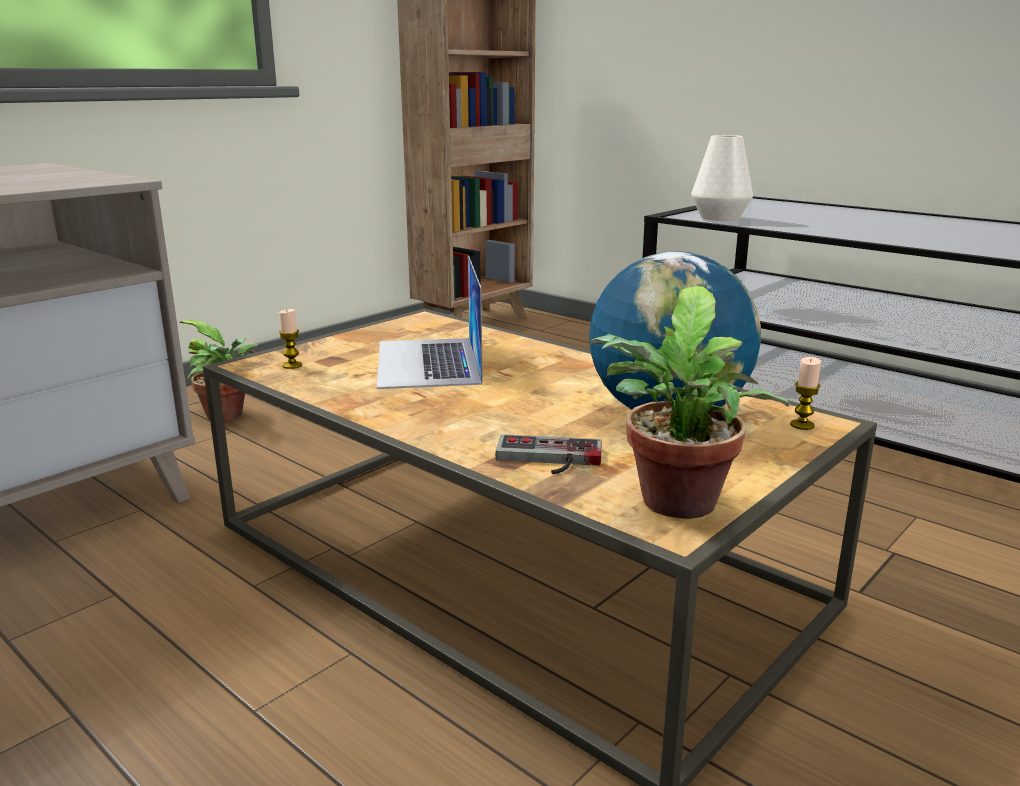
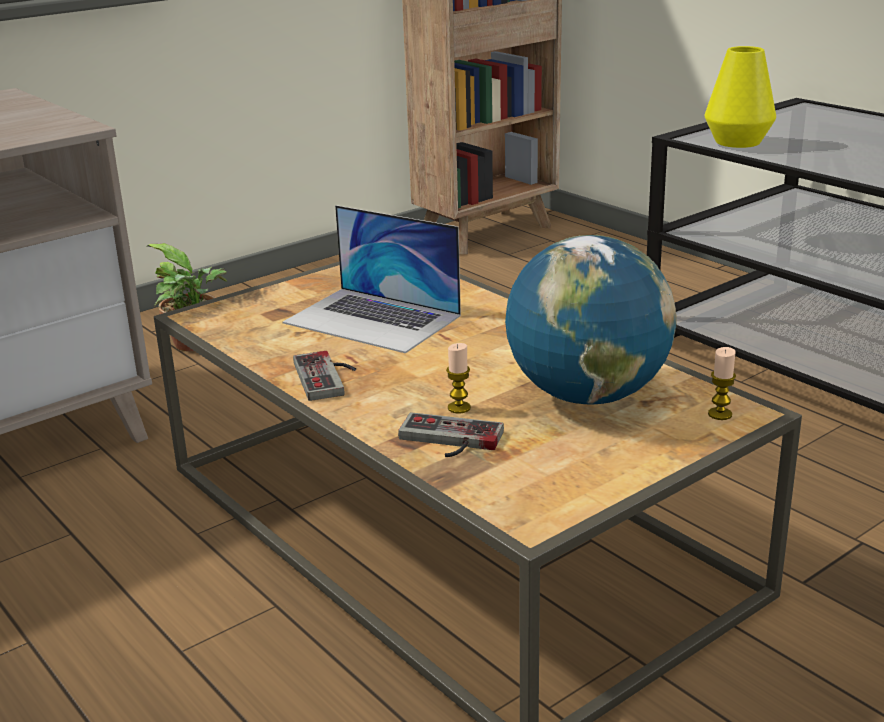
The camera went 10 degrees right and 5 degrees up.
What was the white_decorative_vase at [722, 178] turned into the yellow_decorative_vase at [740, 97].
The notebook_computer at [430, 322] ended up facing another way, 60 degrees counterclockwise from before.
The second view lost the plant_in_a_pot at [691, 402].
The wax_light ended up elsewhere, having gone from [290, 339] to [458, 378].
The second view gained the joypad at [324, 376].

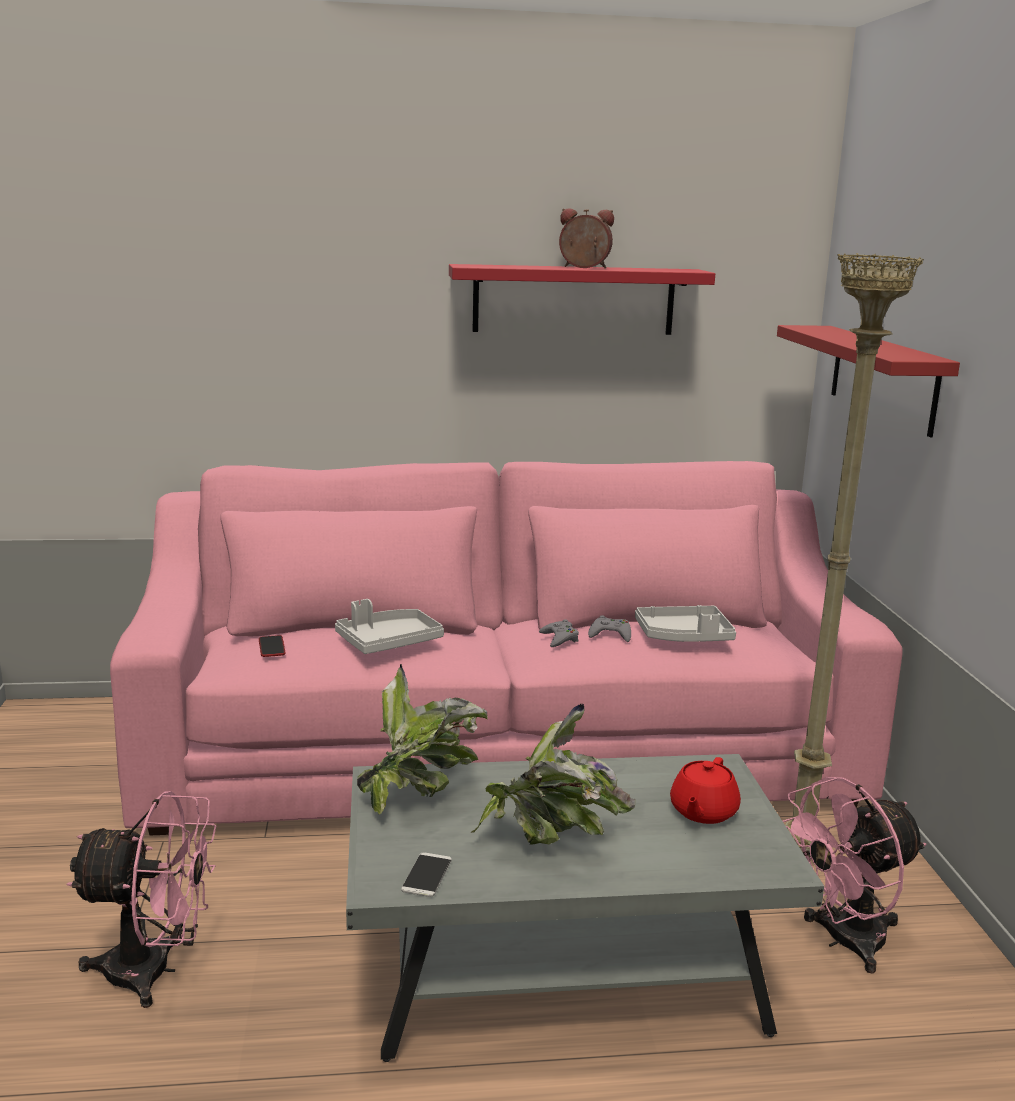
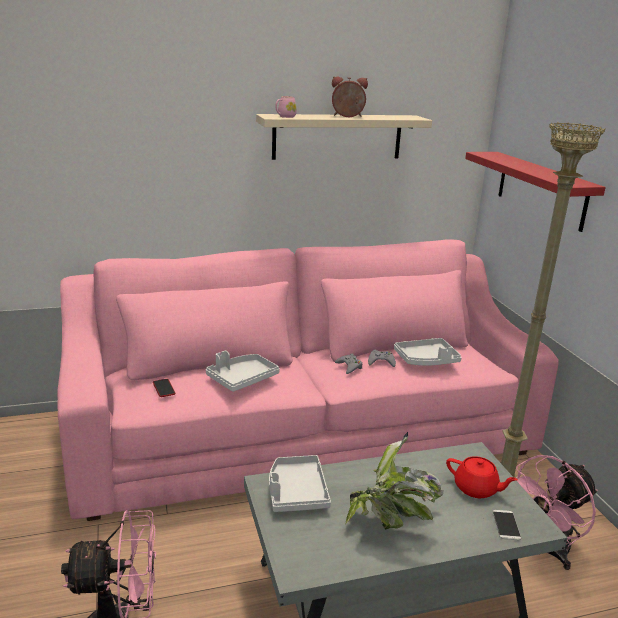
The camera went 10 degrees left and 5 degrees up.
What was the red_shelf at [582, 299] turned into the sand-coloured_shelf at [344, 137].
Where the plant_in_a_pot stood at [422, 739], the grey_serving_tray came to stand at [300, 483].
The red_teapot at [705, 790] ended up facing another way, 75 degrees counterclockwise from before.
The handset ended up elsewhere, having gone from [426, 874] to [507, 525].
The second view gained the pink-coloured_mug at [286, 107].

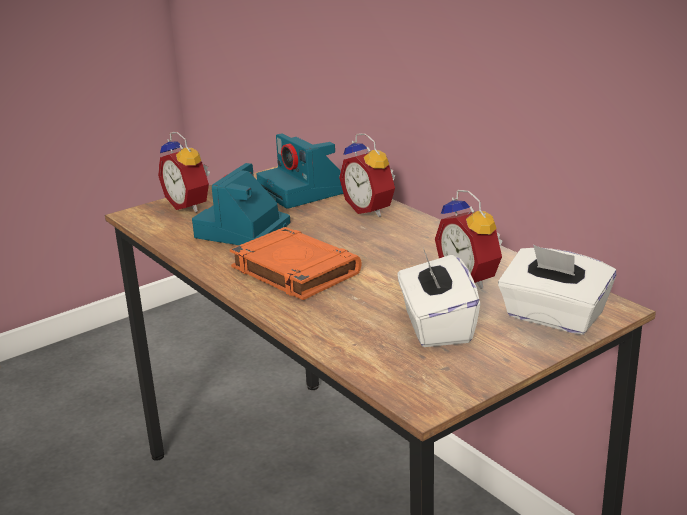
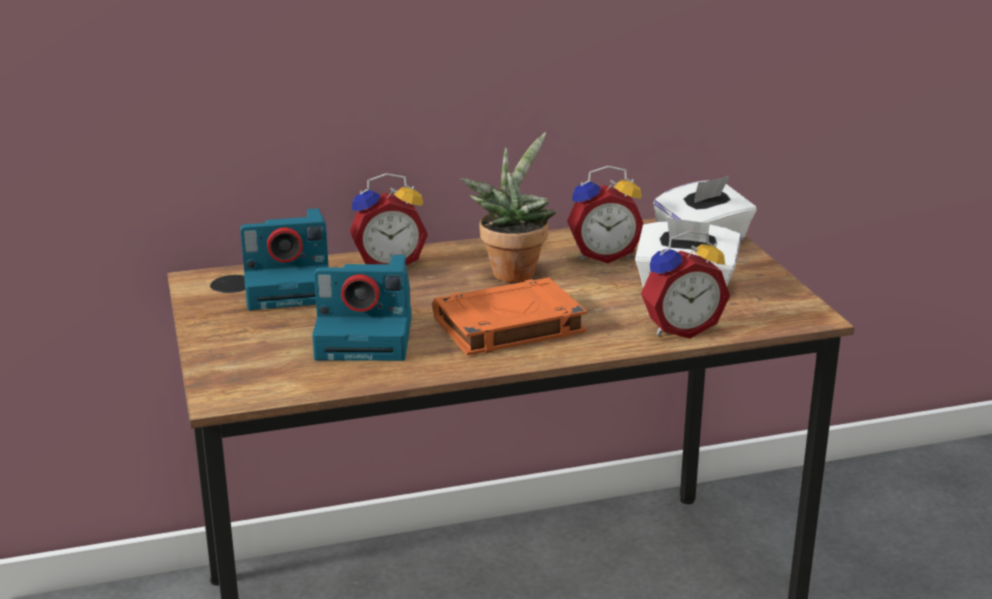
The camera went 70 degrees left and 0 degrees up.
The bedside_clock ended up elsewhere, having gone from [184, 171] to [685, 284].
The photo_camera at [241, 204] ended up facing another way, 45 degrees counterclockwise from before.
The second view gained the plant_in_a_pot at [508, 207].

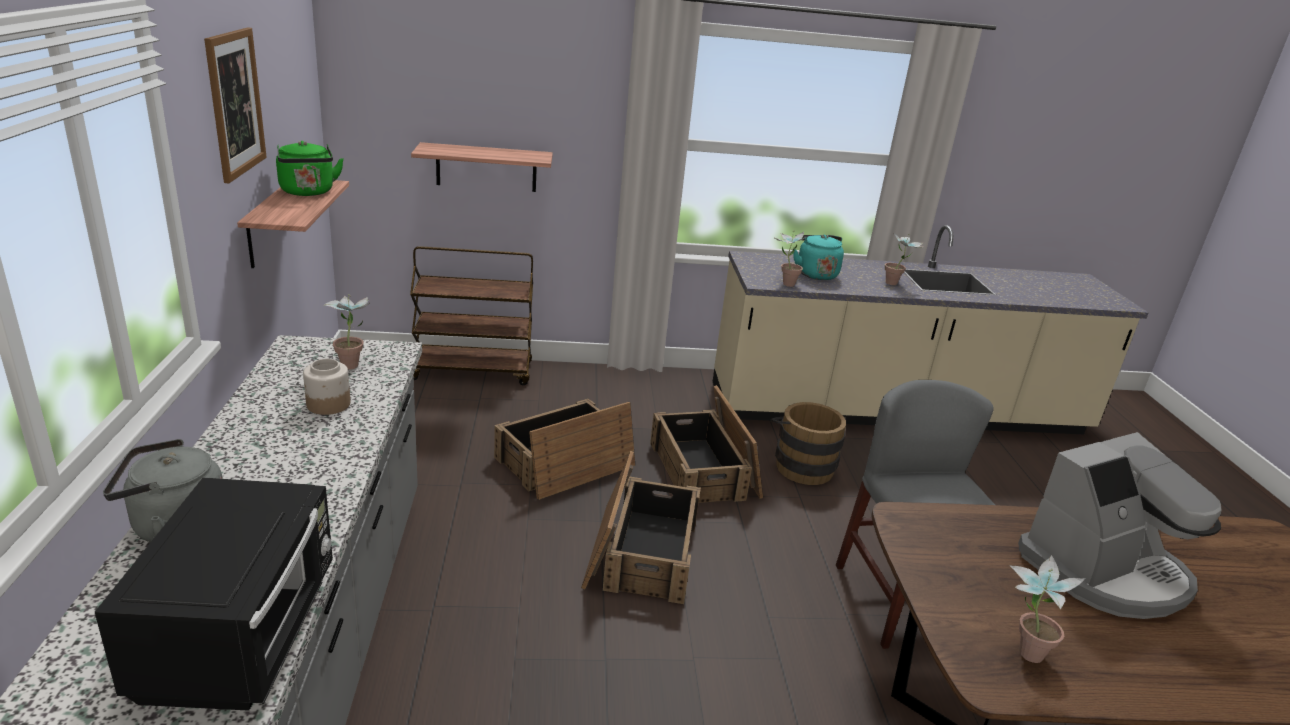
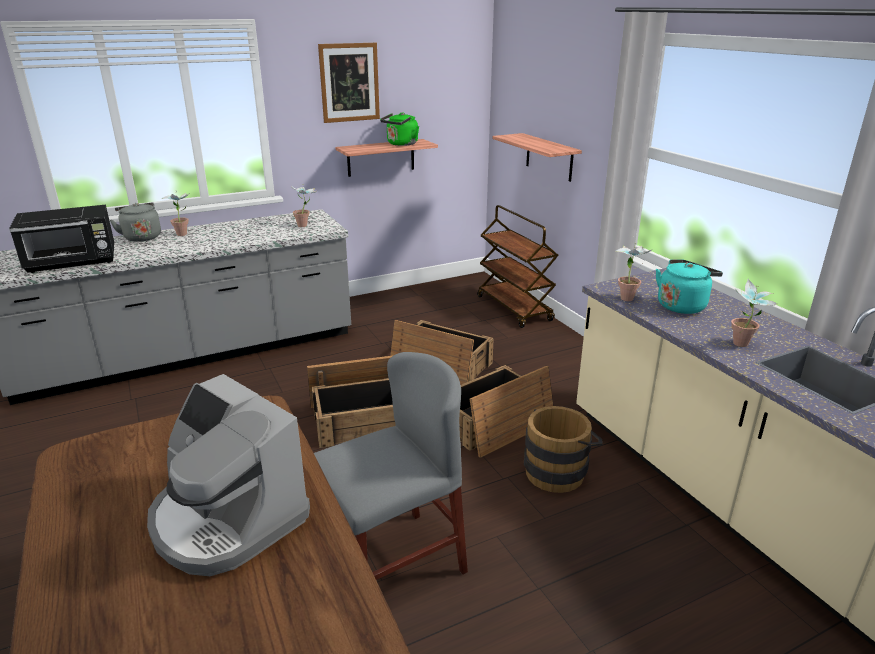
The camera went 70 degrees right and 0 degrees up.
The second view lost the jar at [326, 387].
The plant_in_a_pot ended up elsewhere, having gone from [1047, 609] to [175, 213].

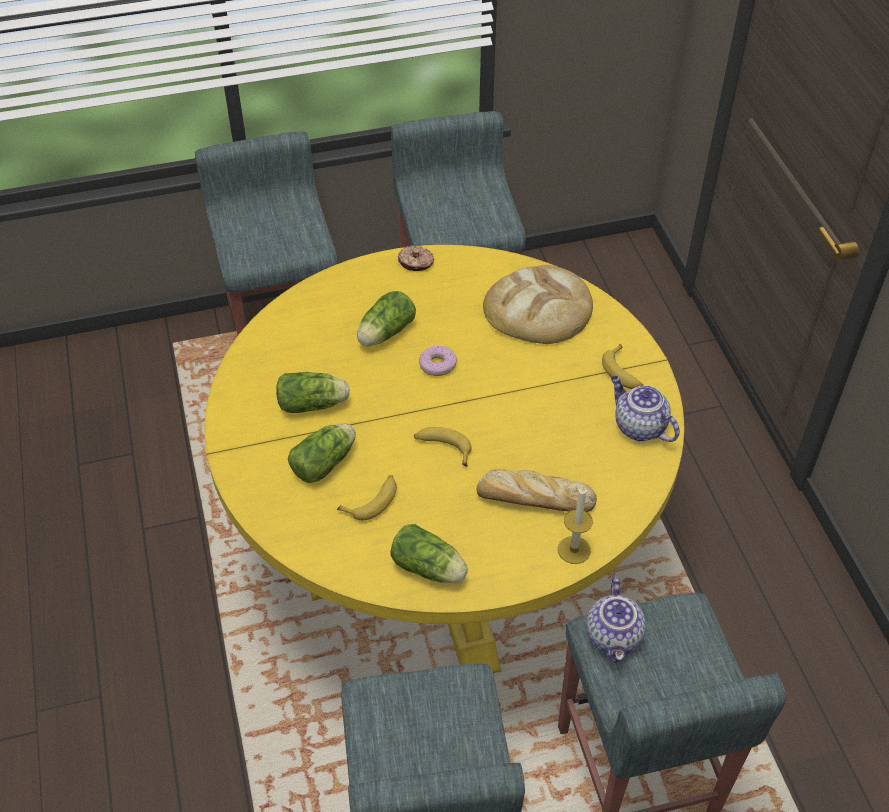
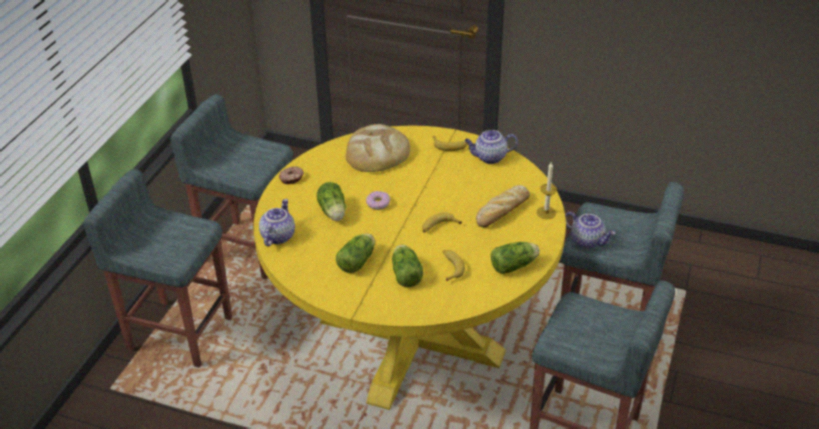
The camera went 55 degrees left and 10 degrees down.
The second view gained the teapot at [277, 222].

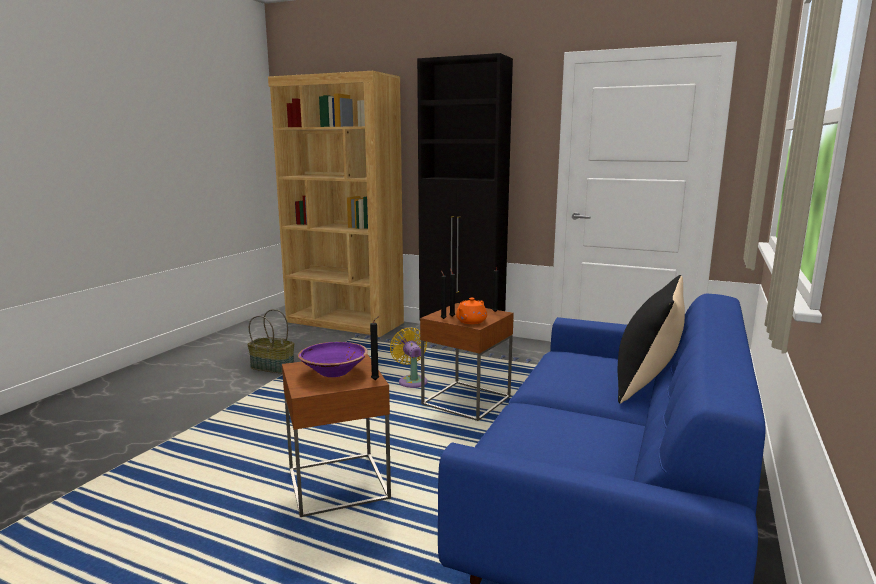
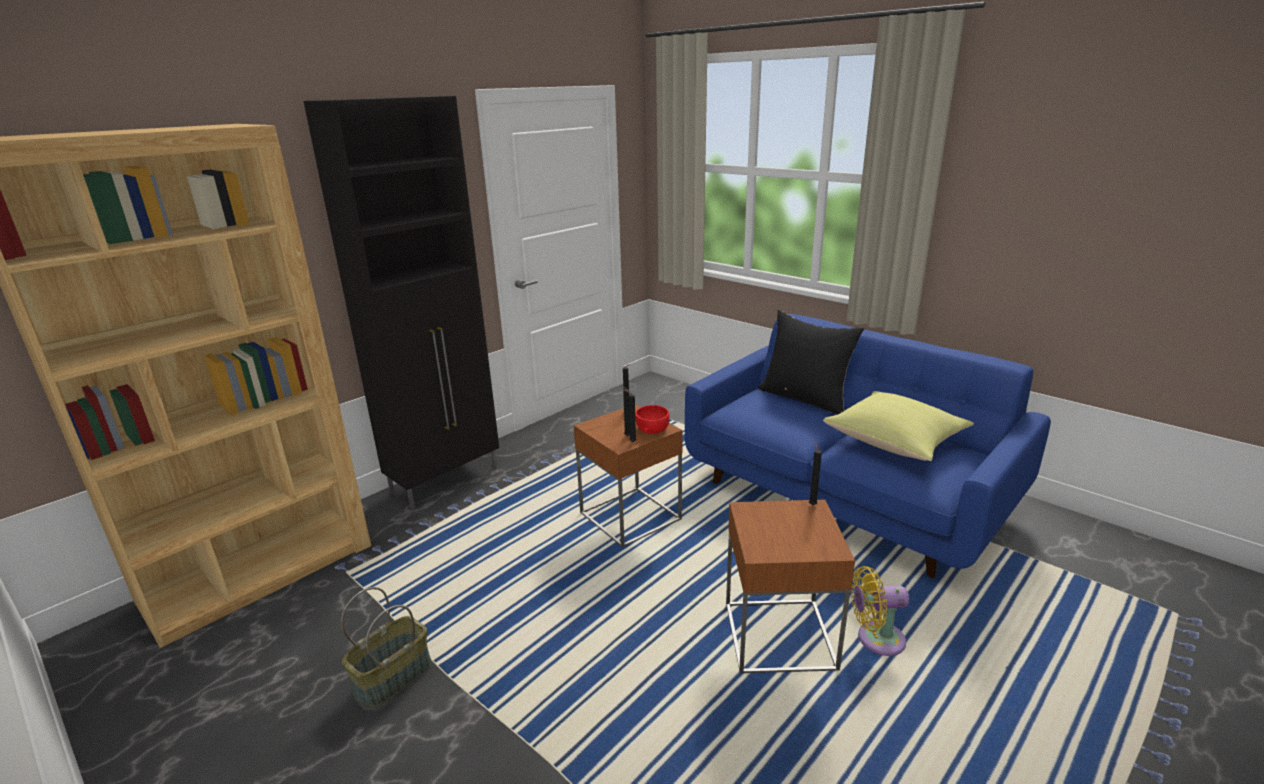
The camera went 70 degrees left and 10 degrees up.
Where the orange-coloured_teapot stood at [471, 311], the red_deep_dish came to stand at [652, 419].
The yellow_electric_fan ended up elsewhere, having gone from [409, 358] to [880, 611].
The second view lost the purple-coloured_deep_dish at [333, 359].
The second view gained the yellow_throw_pillow at [898, 426].

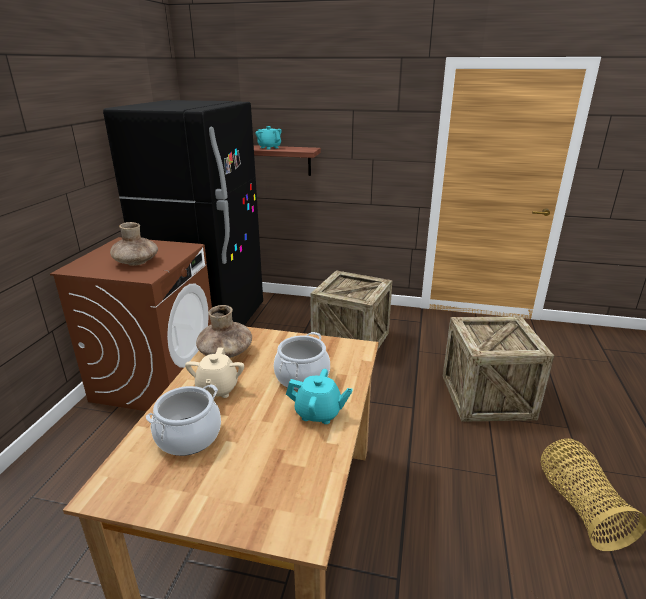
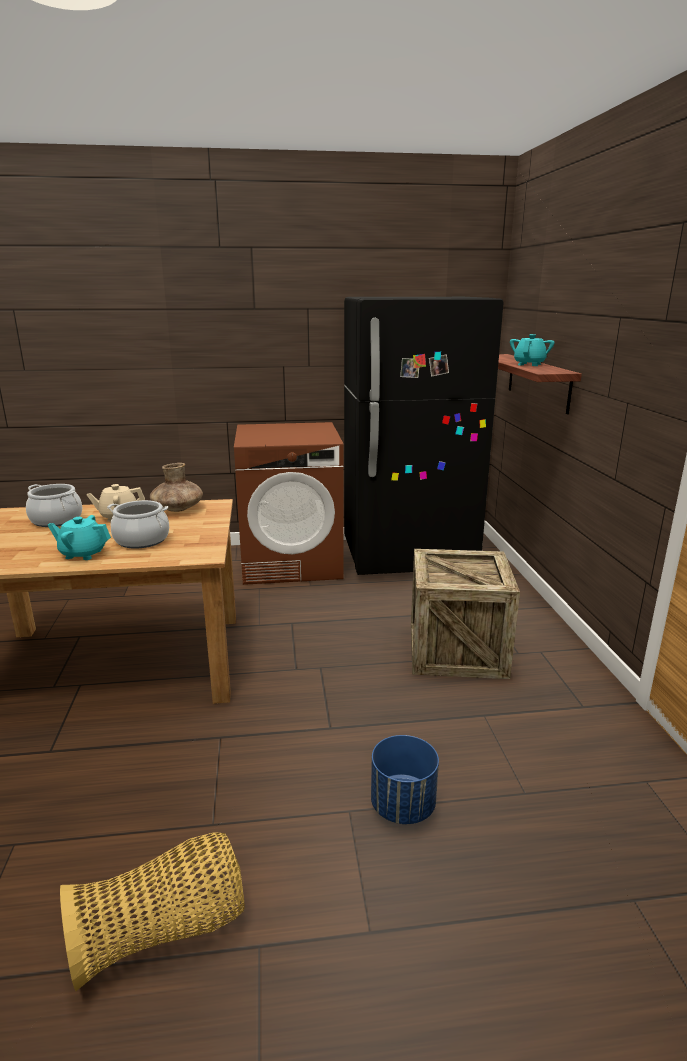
The camera went 70 degrees right and 5 degrees down.
The second view lost the brown_decorative_vase at [134, 244].
Where the packing_crate stood at [498, 369], the blue-coloured_planter came to stand at [405, 779].
The blue-green_teapot at [319, 396] ended up facing another way, 105 degrees clockwise from before.

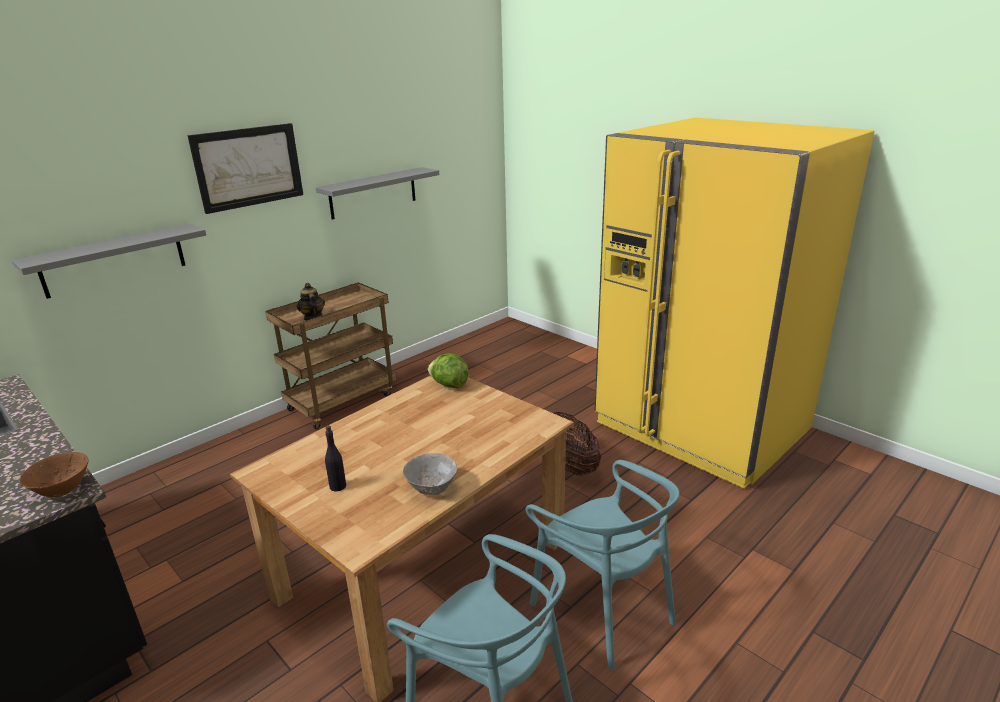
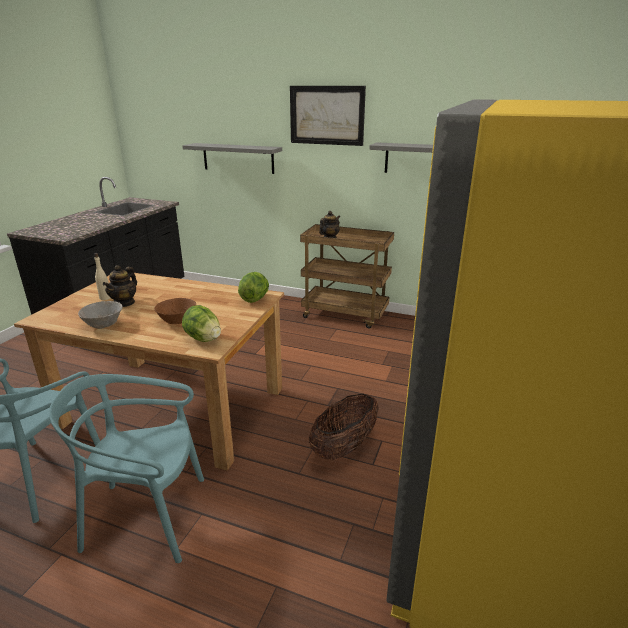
The camera went 65 degrees right and 0 degrees up.
What was the black-coloured_bottle at [335, 458] turned into the sand-coloured_bottle at [102, 276].
The brown_deep_dish ended up elsewhere, having gone from [53, 475] to [175, 311].
The blue-green_chair at [603, 565] ended up facing another way, 60 degrees clockwise from before.
The second view gained the teapot at [120, 286].
The second view gained the head_of_lettuce at [201, 323].

